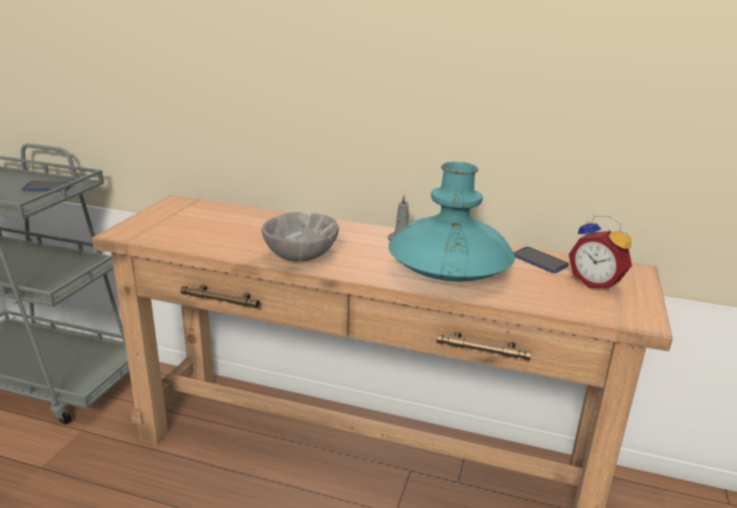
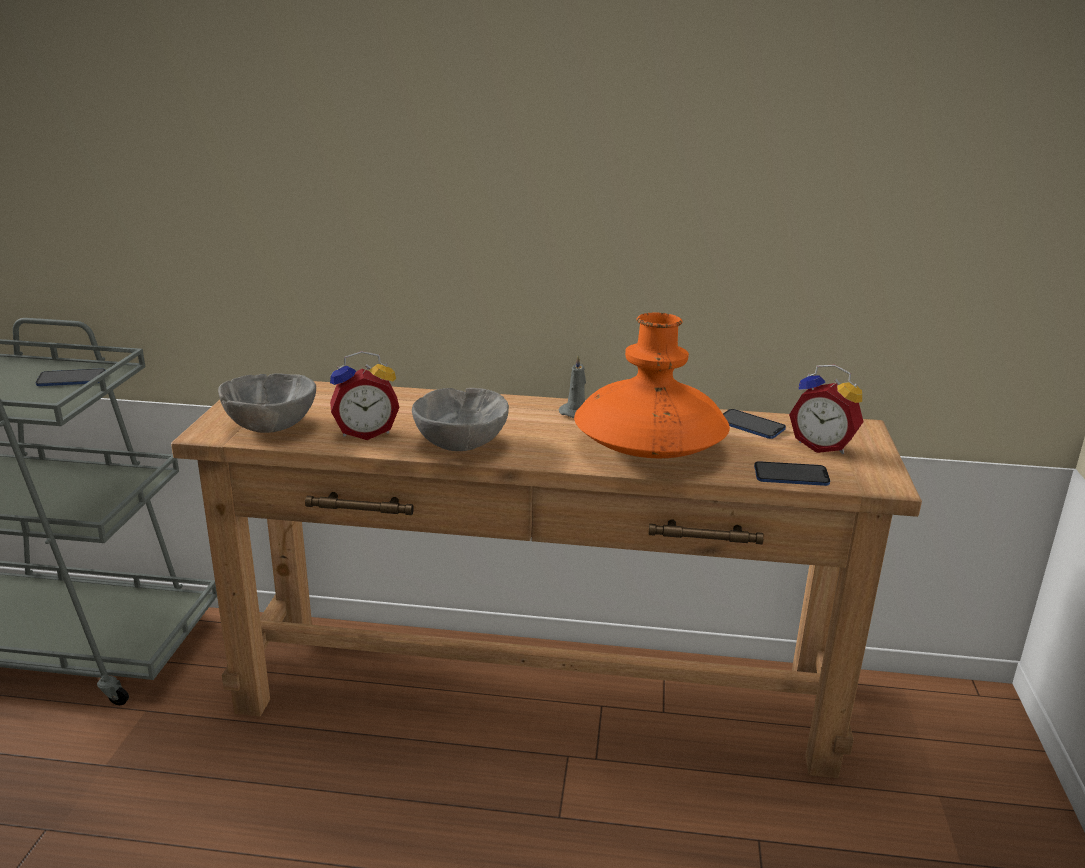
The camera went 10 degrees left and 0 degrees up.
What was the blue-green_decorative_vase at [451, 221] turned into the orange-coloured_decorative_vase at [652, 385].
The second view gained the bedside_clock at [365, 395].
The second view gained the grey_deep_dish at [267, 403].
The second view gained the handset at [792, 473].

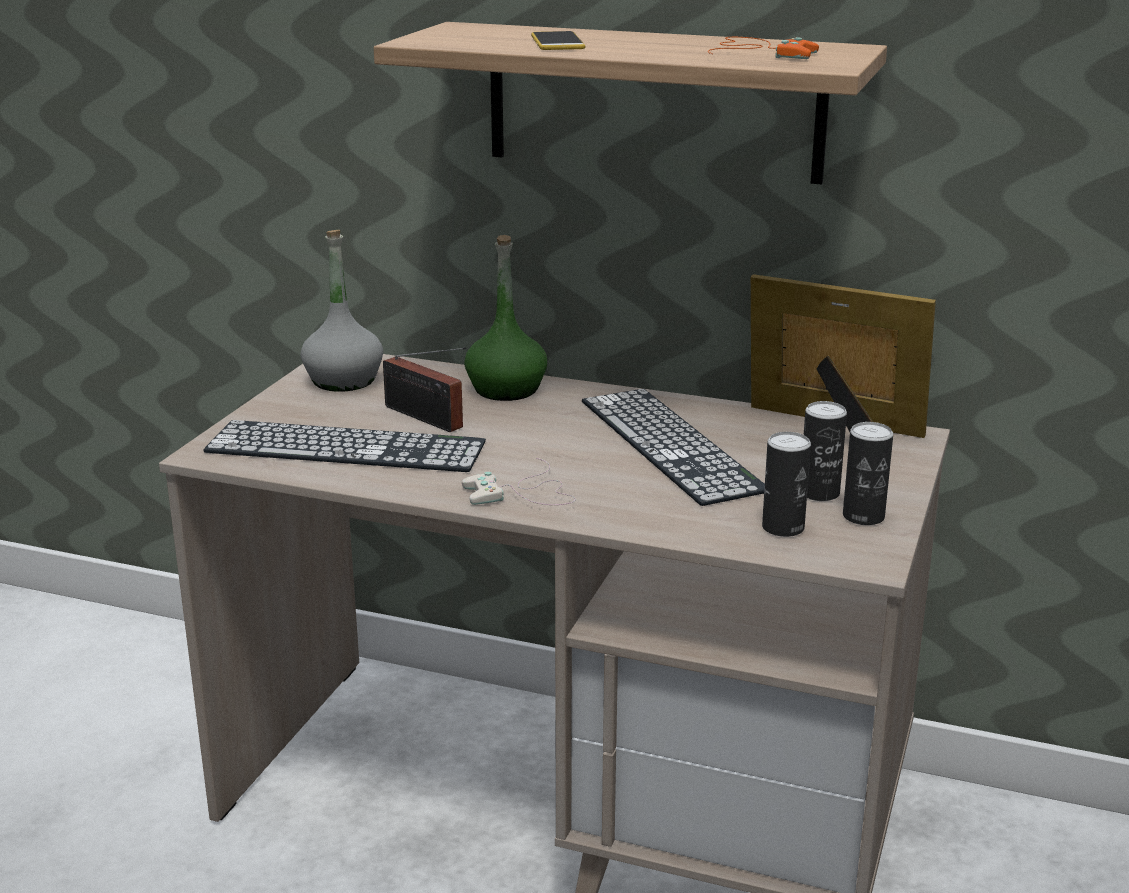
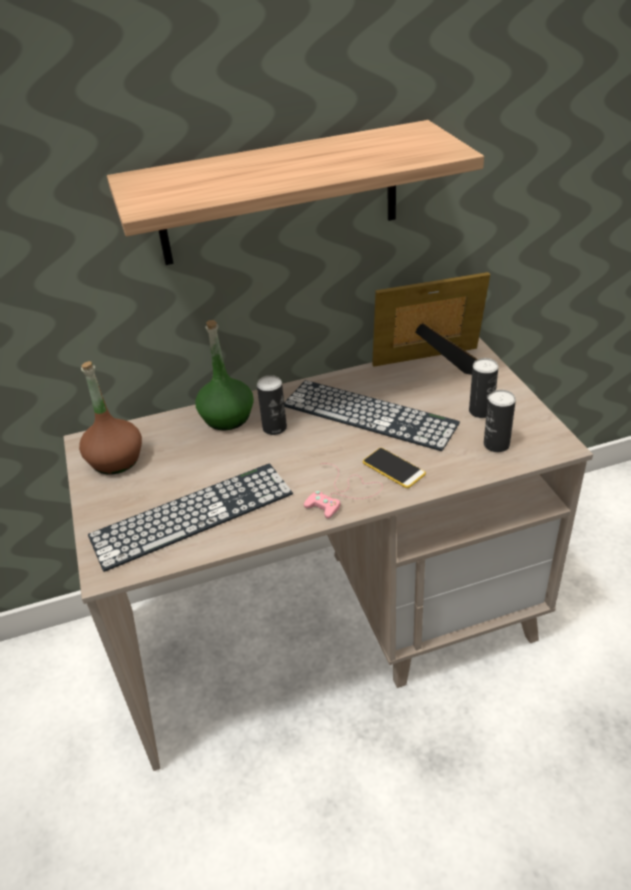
The camera went 35 degrees left and 15 degrees up.
The handset ended up elsewhere, having gone from [558, 40] to [394, 468].
The second view lost the orange-coloured_joypad at [763, 48].
What was the grey_bottle at [342, 311] turned into the brown_bottle at [110, 418].
The second view lost the radio at [424, 389].
The metal_can ended up elsewhere, having gone from [868, 473] to [272, 405].
What was the white_joypad at [519, 481] turned into the pink-coloured_joypad at [343, 491].

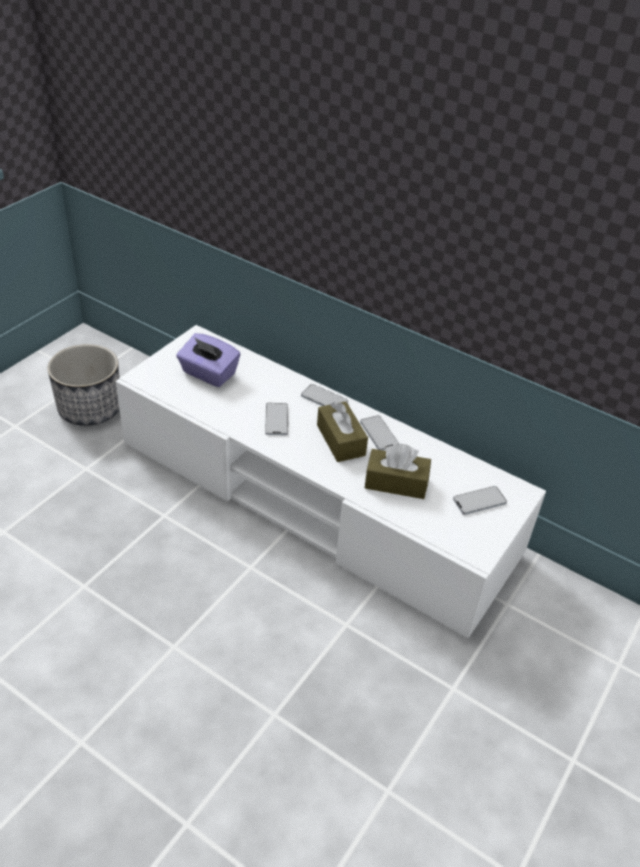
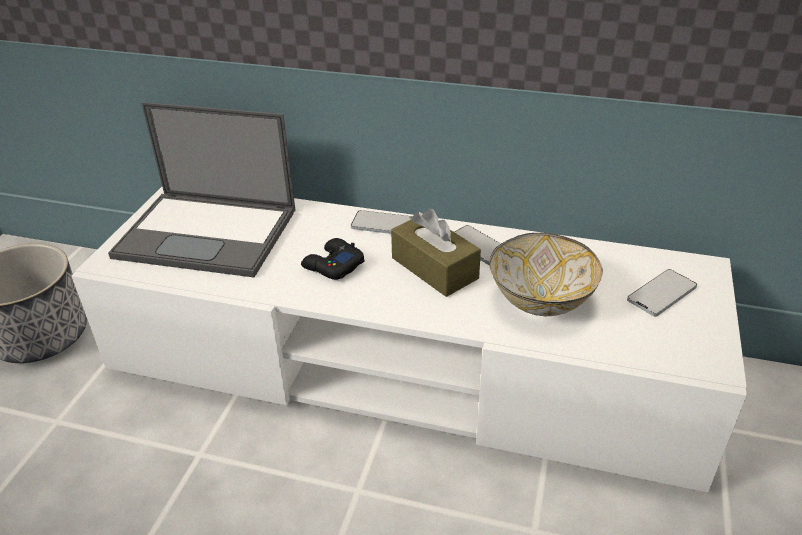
The camera went 15 degrees left and 5 degrees down.
Where the purple-coloured_tissue_box stood at [208, 360], the notebook_computer came to stand at [202, 189].
Where the handset stood at [276, 419], the black-coloured_joypad came to stand at [332, 259].
Where the brown_tissue_box stood at [398, 471], the deep_dish came to stand at [546, 274].

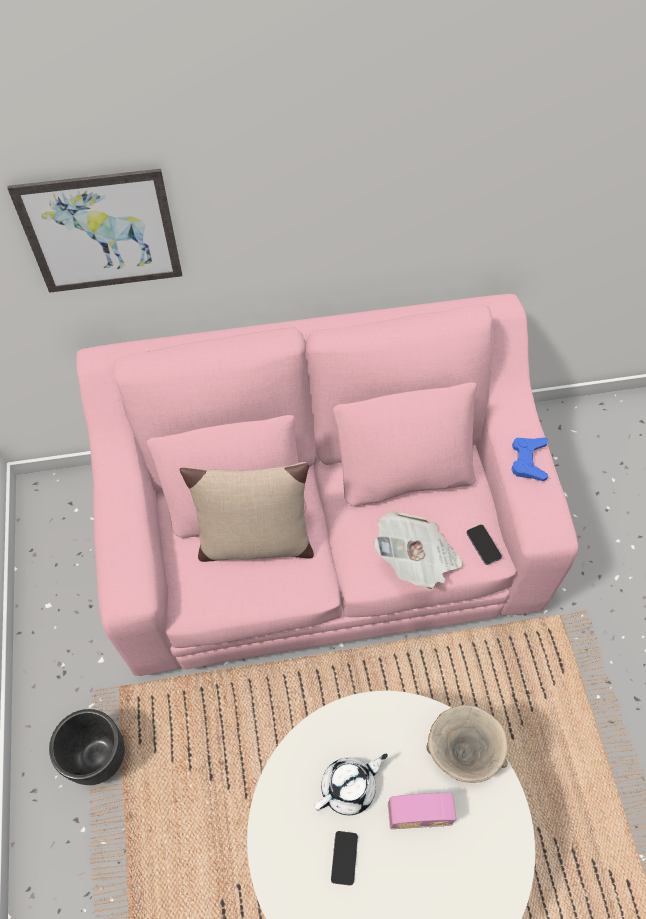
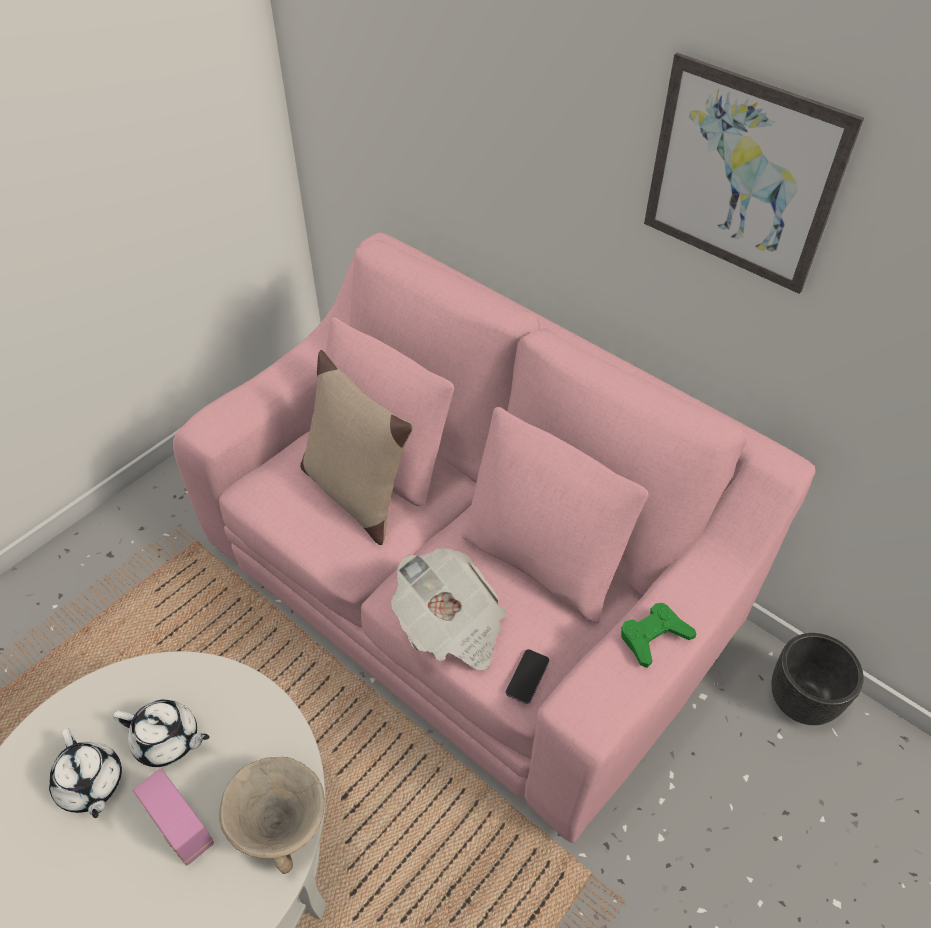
The camera went 50 degrees right and 10 degrees down.
The wall_art ended up elsewhere, having gone from [94, 231] to [754, 173].
What was the blue-coloured_joypad at [530, 459] turned into the greenish_joypad at [658, 635].
The black-coloured_planter ended up elsewhere, having gone from [87, 747] to [817, 679].
Where the handset stood at [344, 858], the white_teapot came to stand at [85, 773].

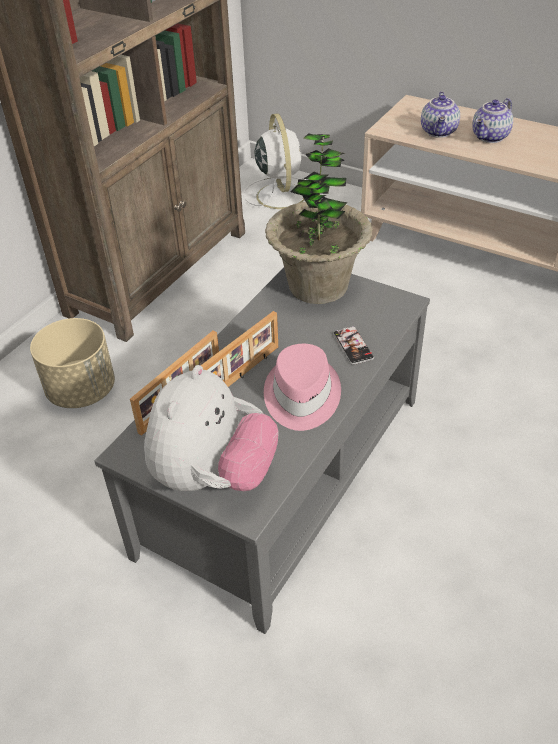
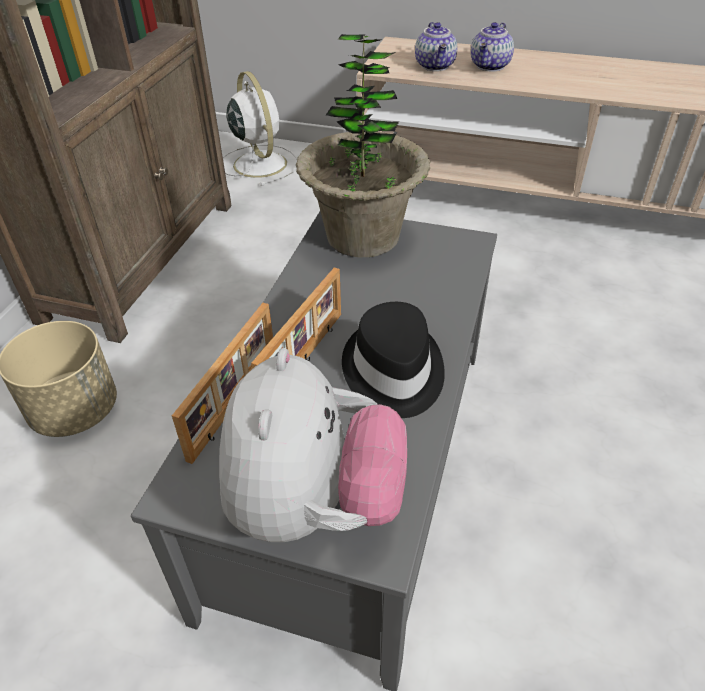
The camera went 15 degrees left and 0 degrees up.
The second view lost the handset at [353, 345].
What was the pink-coloured_wearable_hat at [302, 387] turned into the black-coloured_wearable_hat at [393, 360].

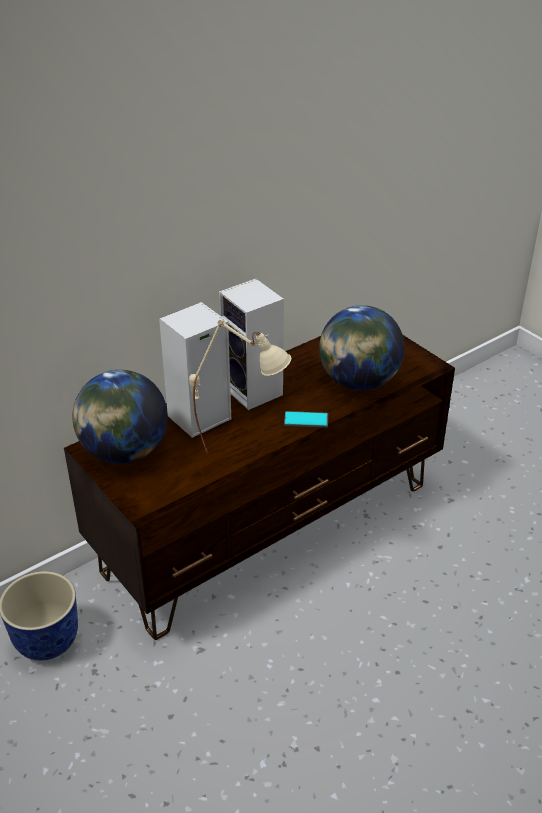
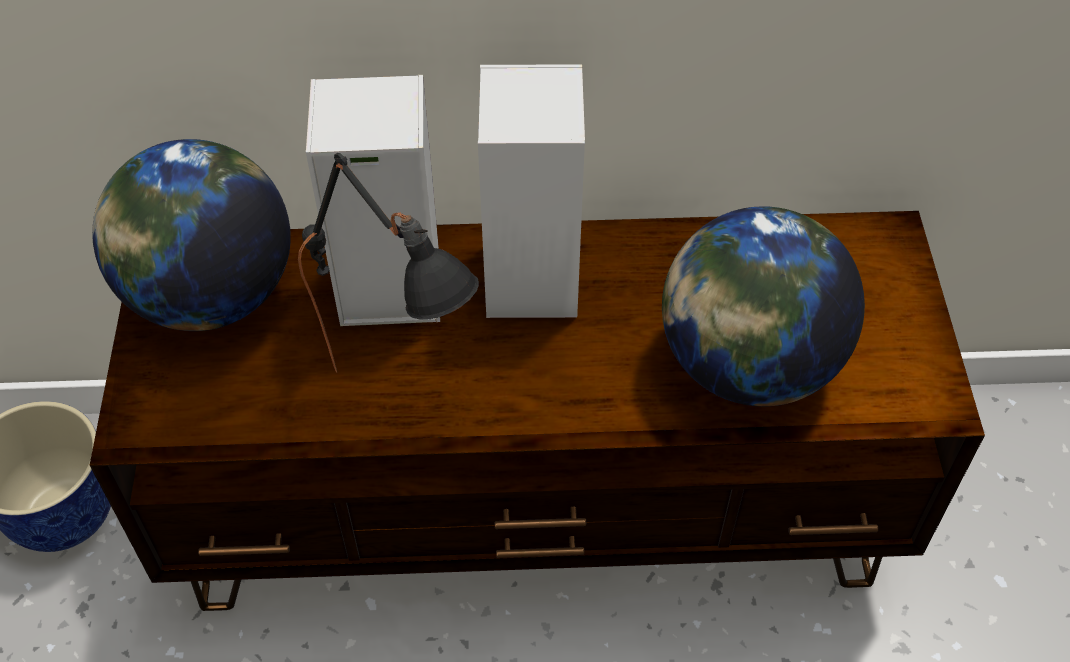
The camera went 35 degrees right and 15 degrees up.
What was the sand-coloured_tabletop_lamp at [240, 385] turned into the black-coloured_tabletop_lamp at [388, 263].
The second view lost the handset at [306, 419].

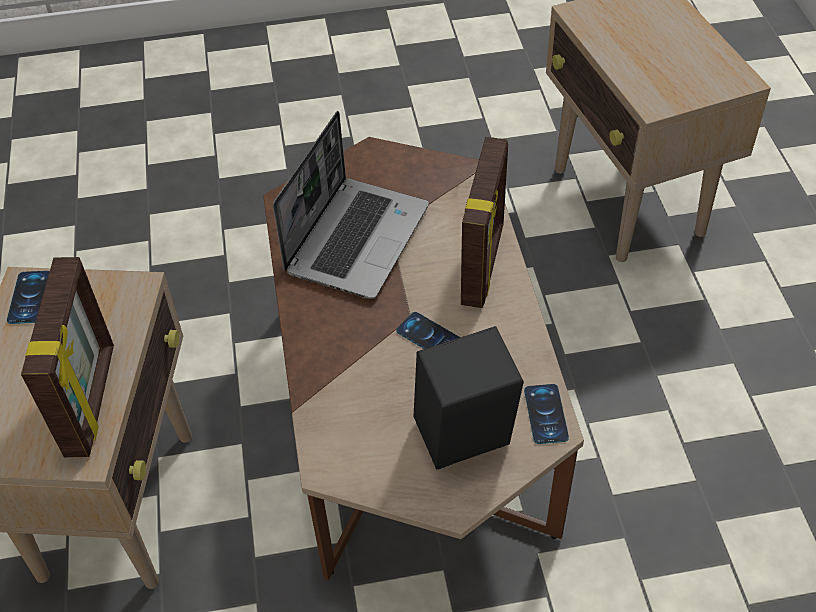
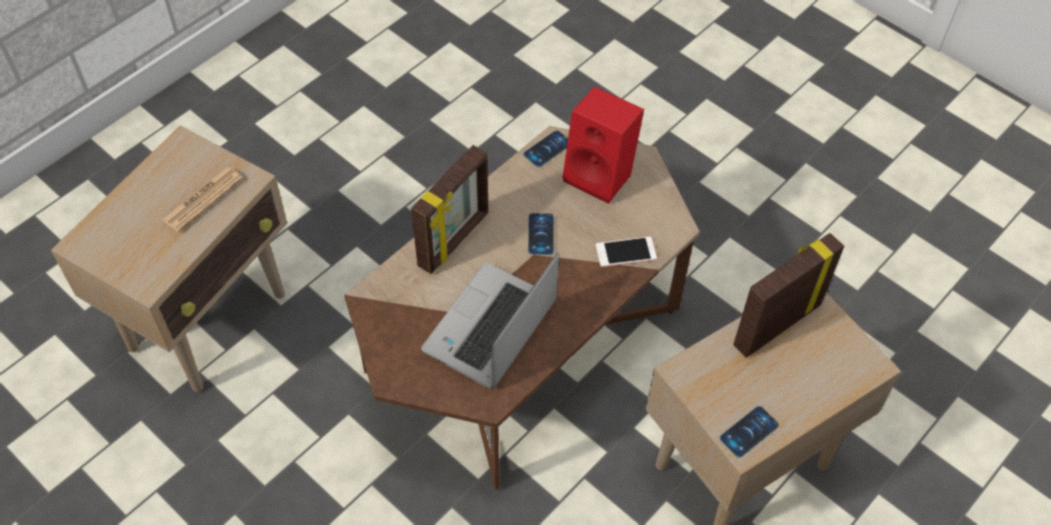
The camera went 130 degrees left and 5 degrees up.
The notebook_computer at [351, 205] ended up facing another way, 45 degrees counterclockwise from before.
The photo_frame at [484, 222] ended up facing another way, 150 degrees clockwise from before.
What was the black-coloured_loudspeaker at [468, 398] turned into the red_loudspeaker at [603, 145].
The second view gained the newspaper at [202, 199].
The second view gained the handset at [626, 252].

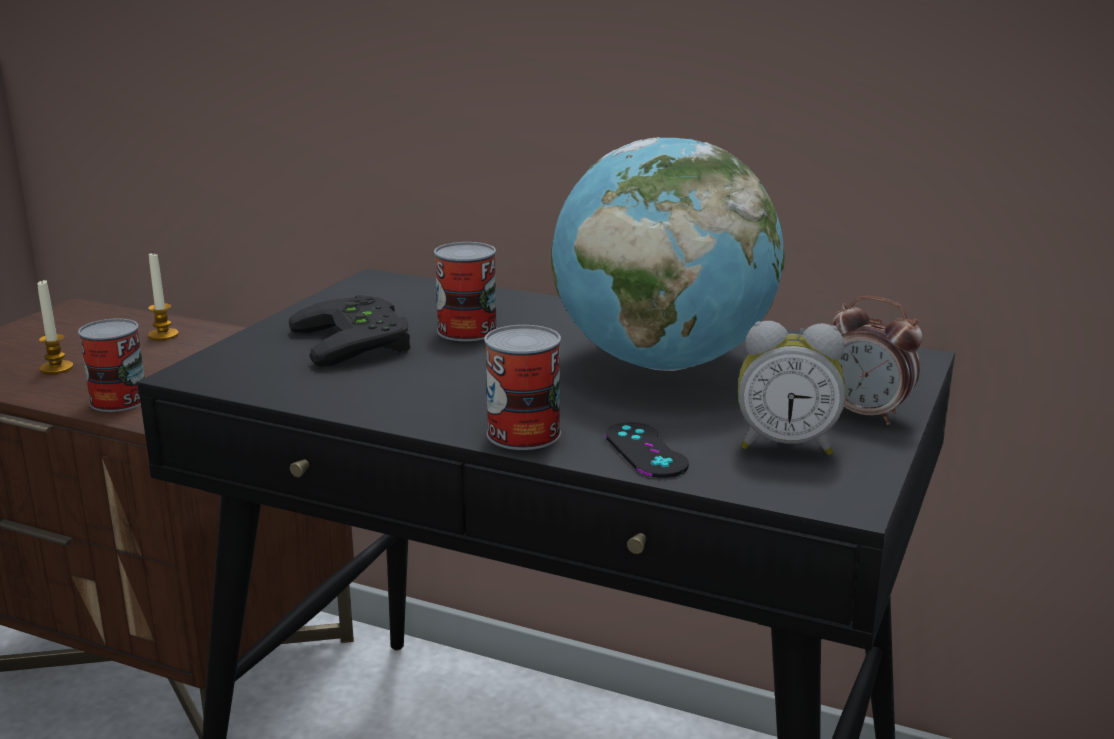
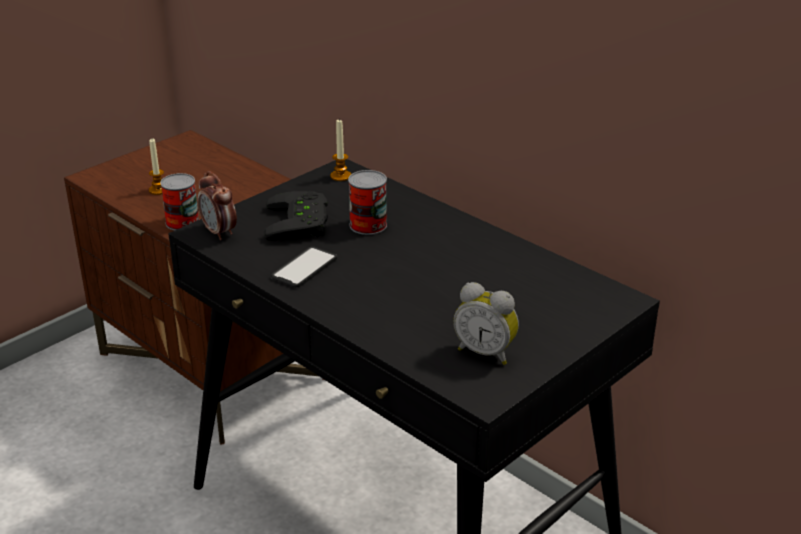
The camera went 20 degrees right and 10 degrees up.
The second view lost the world_globe at [668, 254].
The wax_light ended up elsewhere, having gone from [163, 296] to [340, 150].
The bedside_clock ended up elsewhere, having gone from [878, 360] to [217, 205].
The second view lost the metal_can at [522, 387].
The second view lost the black-coloured_joypad at [647, 450].
The second view gained the handset at [304, 266].

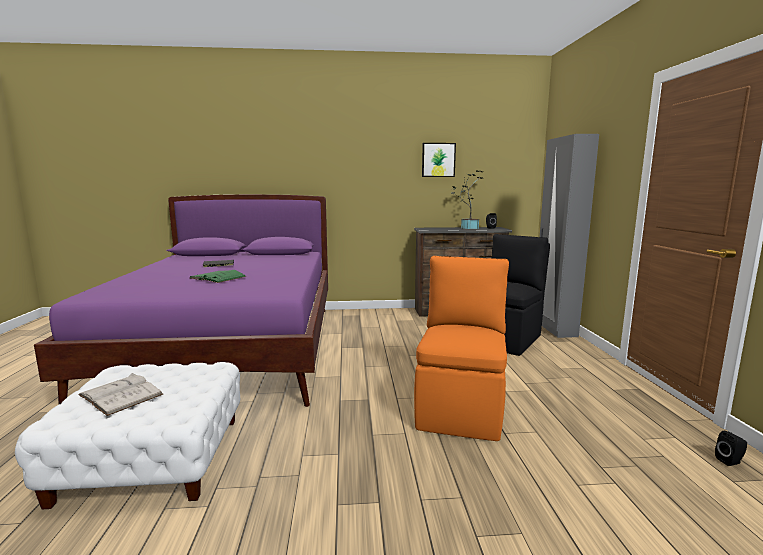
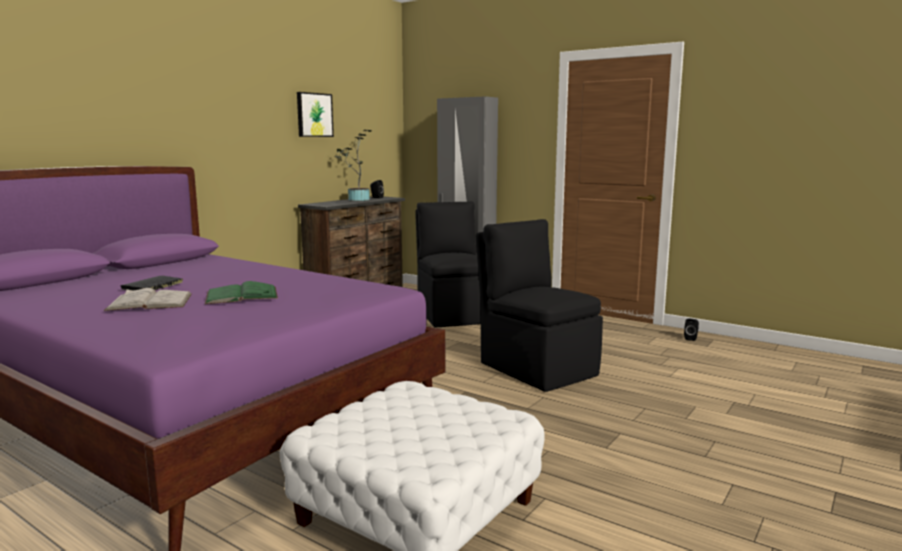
The camera went 50 degrees left and 0 degrees up.
What was the orange-coloured_chair at [461, 348] turned into the black-coloured_chair at [539, 305].
The white_volume ended up elsewhere, having gone from [120, 394] to [148, 299].

